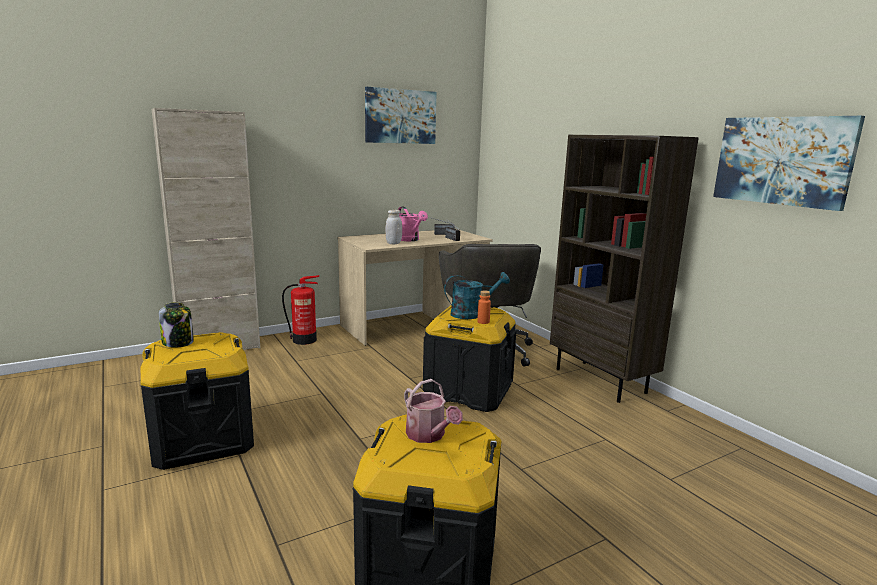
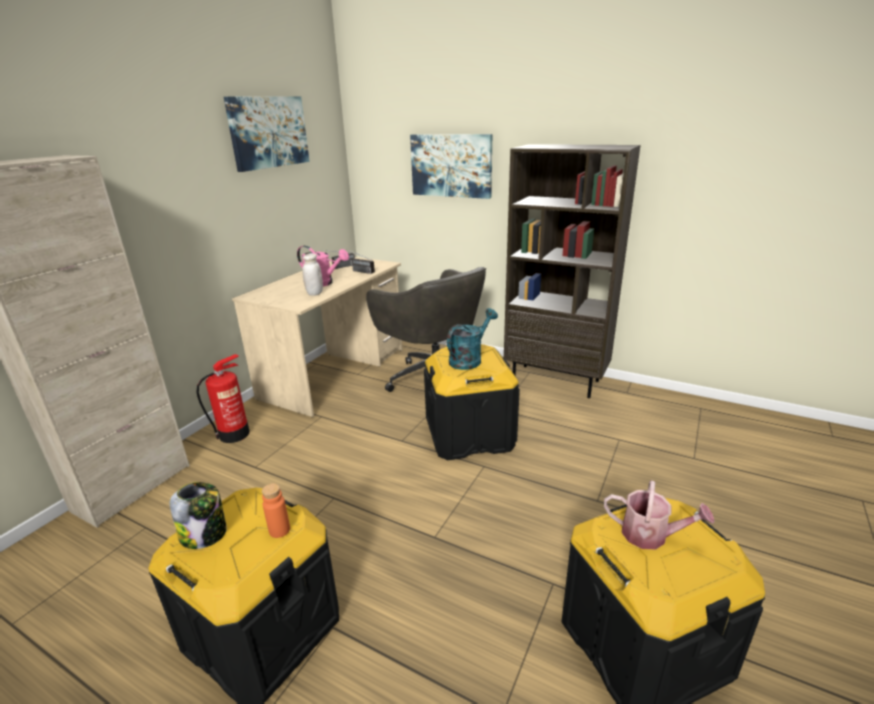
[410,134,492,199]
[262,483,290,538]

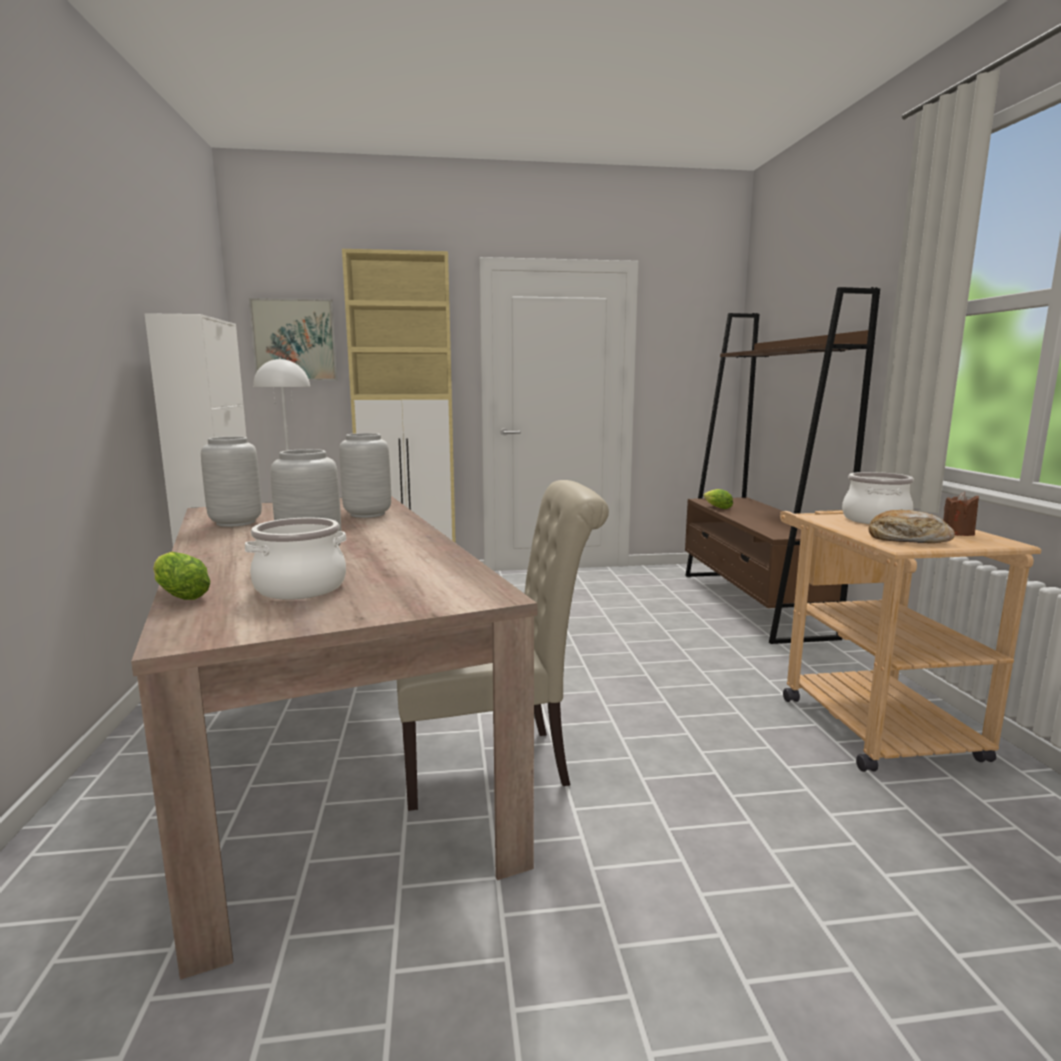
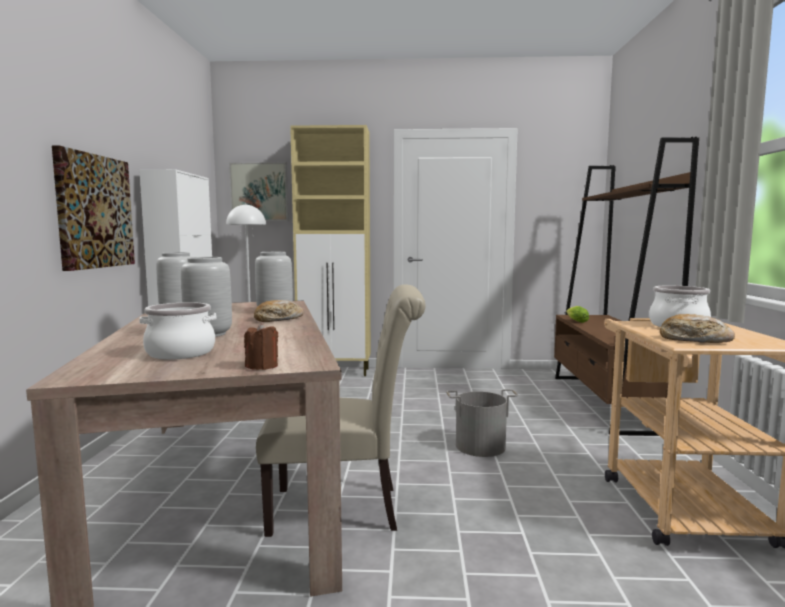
[244,322,278,370]
[153,552,211,600] (first image)
[52,145,135,271]
[254,300,304,322]
[447,389,518,457]

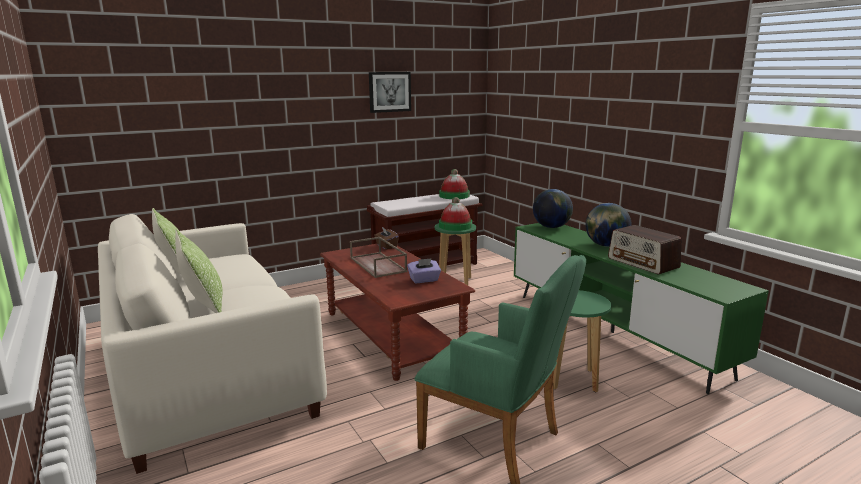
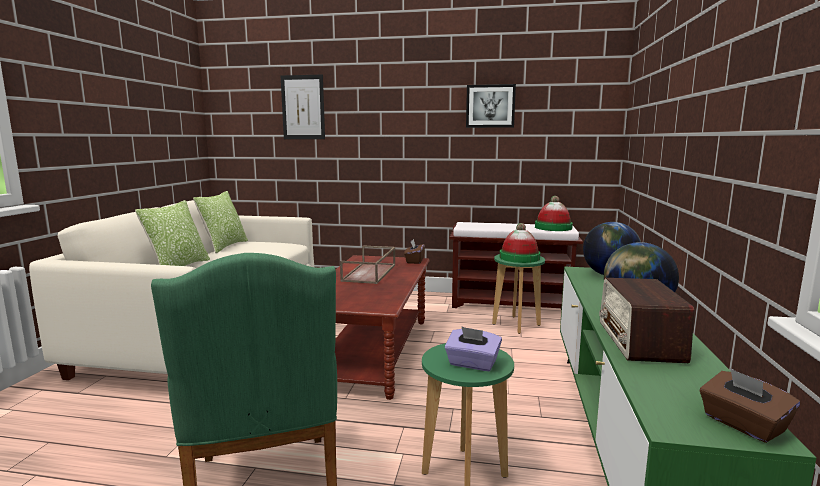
[445,326,502,371]
[281,75,325,139]
[700,368,800,443]

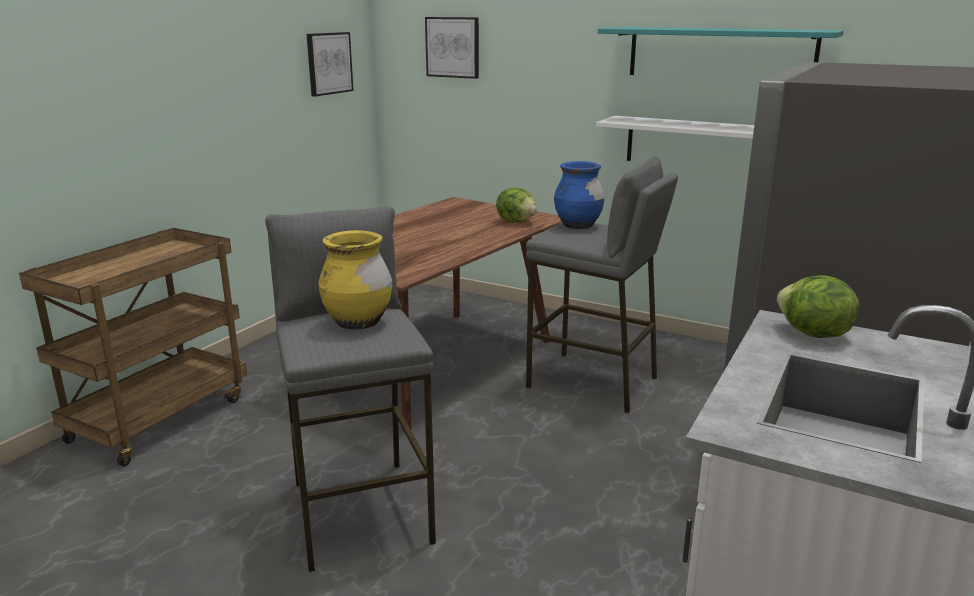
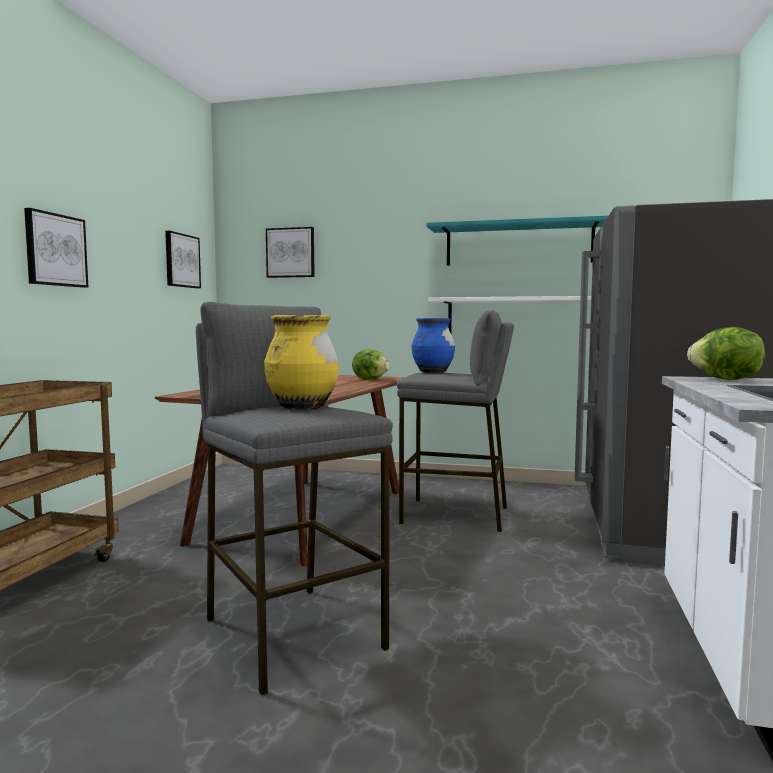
[24,208,88,288]

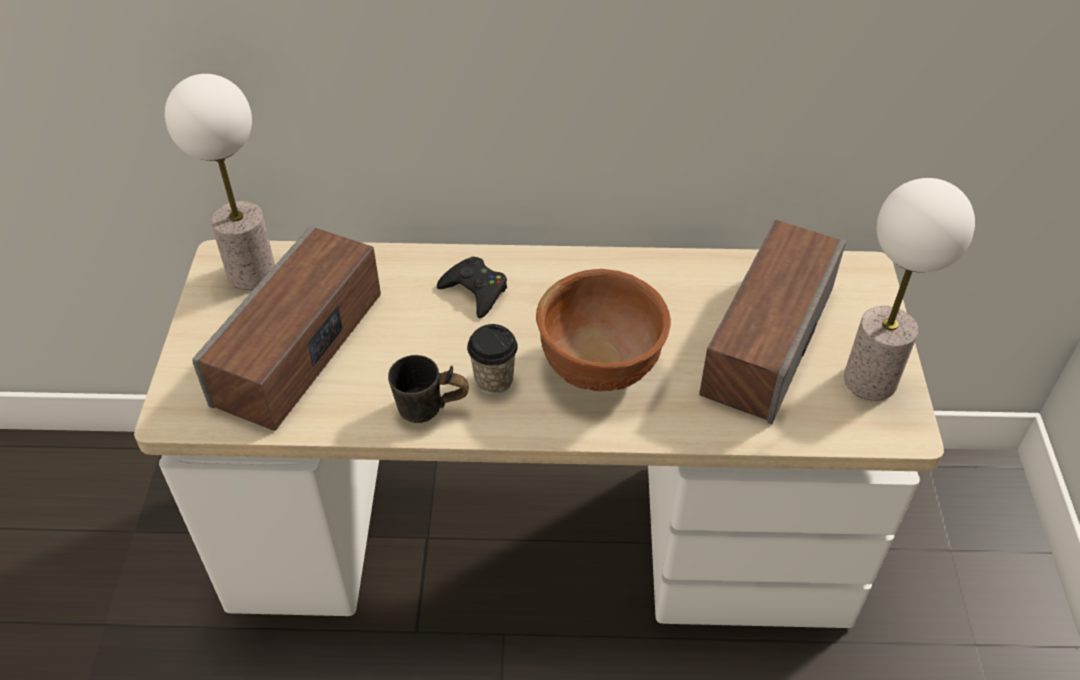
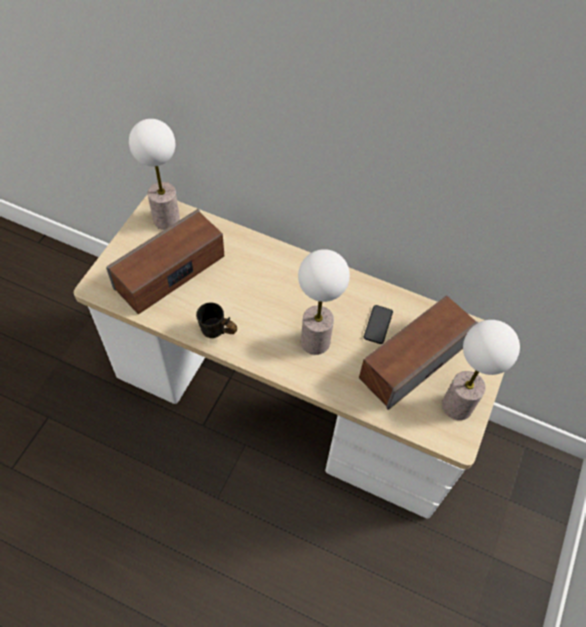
[437,257,507,318] (first image)
[298,249,350,355]
[467,324,518,394] (first image)
[364,305,393,344]

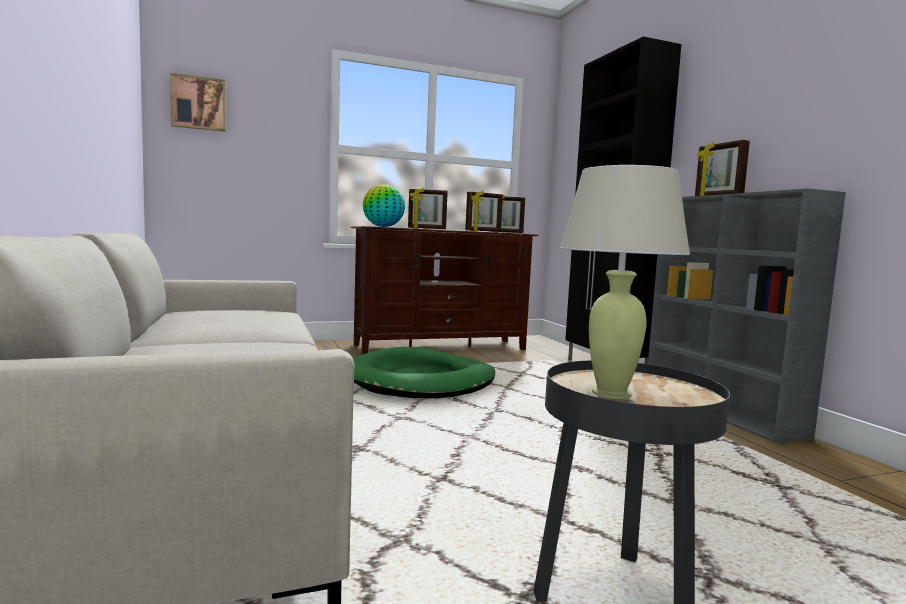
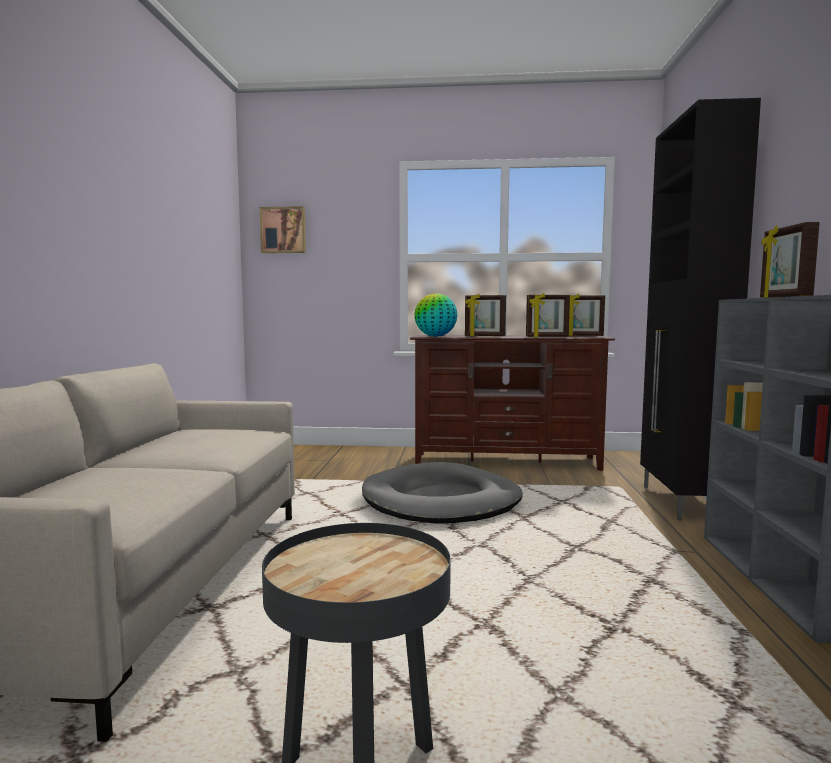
[560,165,690,399] (first image)
[362,462,523,524]

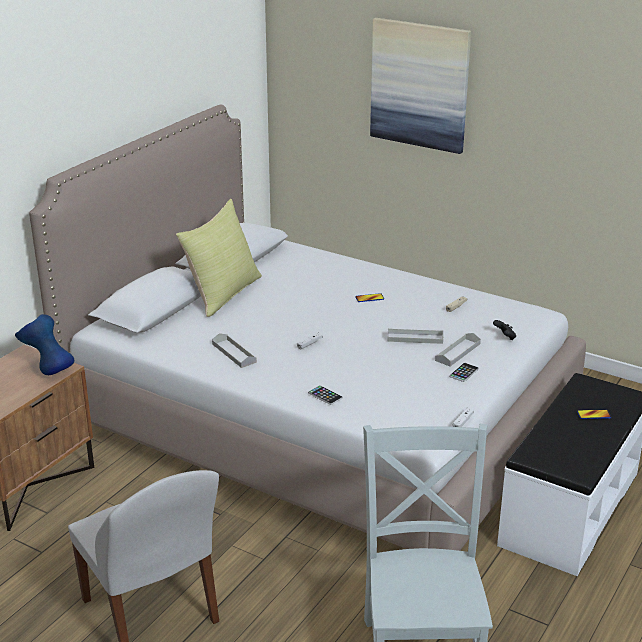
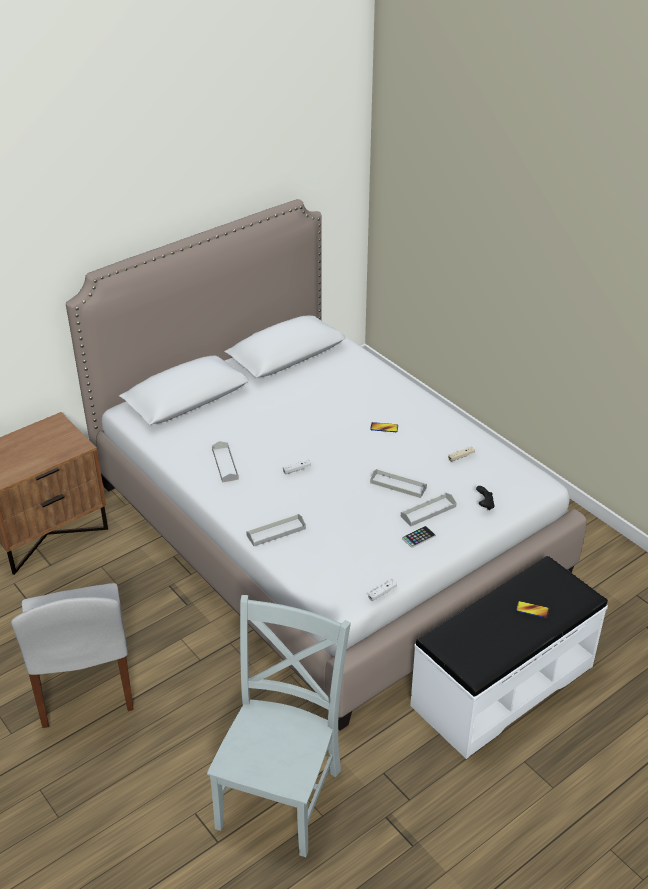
[370,18,471,154] (first image)
[176,199,262,317] (first image)
[15,314,74,375] (first image)
[246,514,306,546]

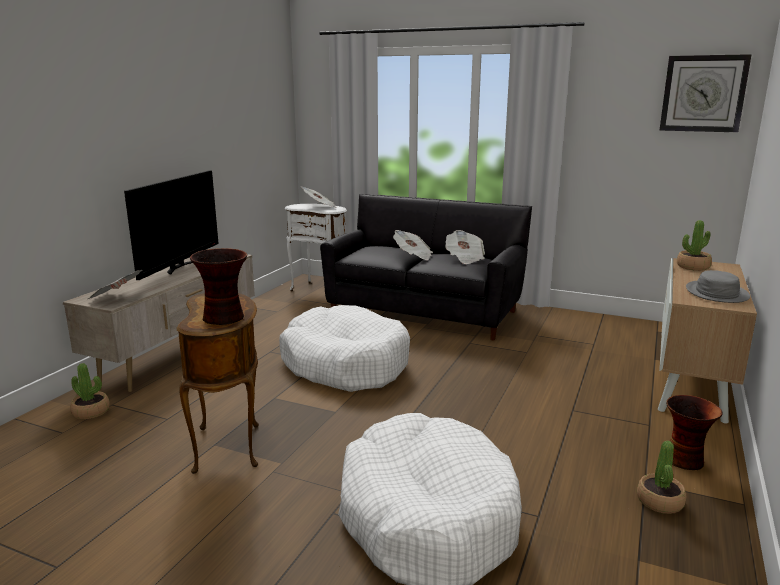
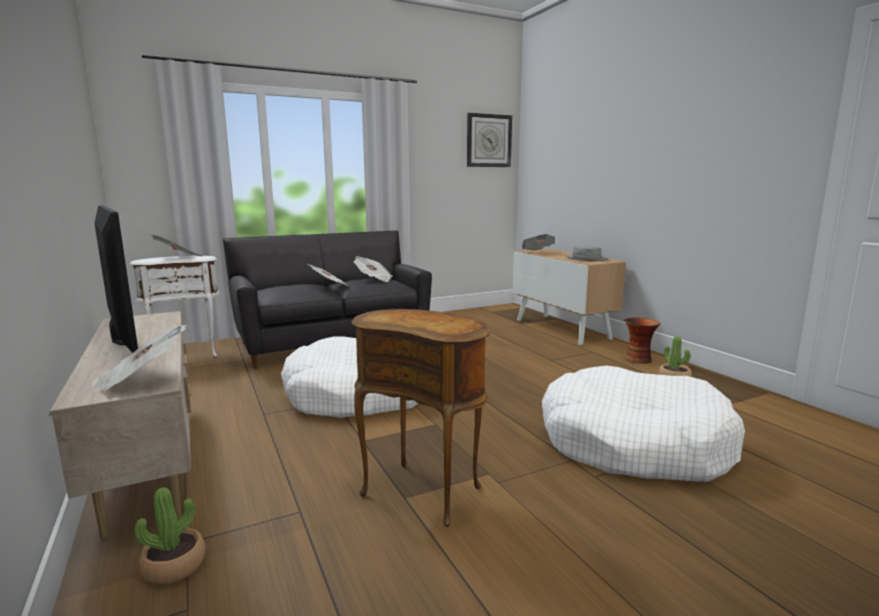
[522,234,555,251]
[190,248,247,325] (first image)

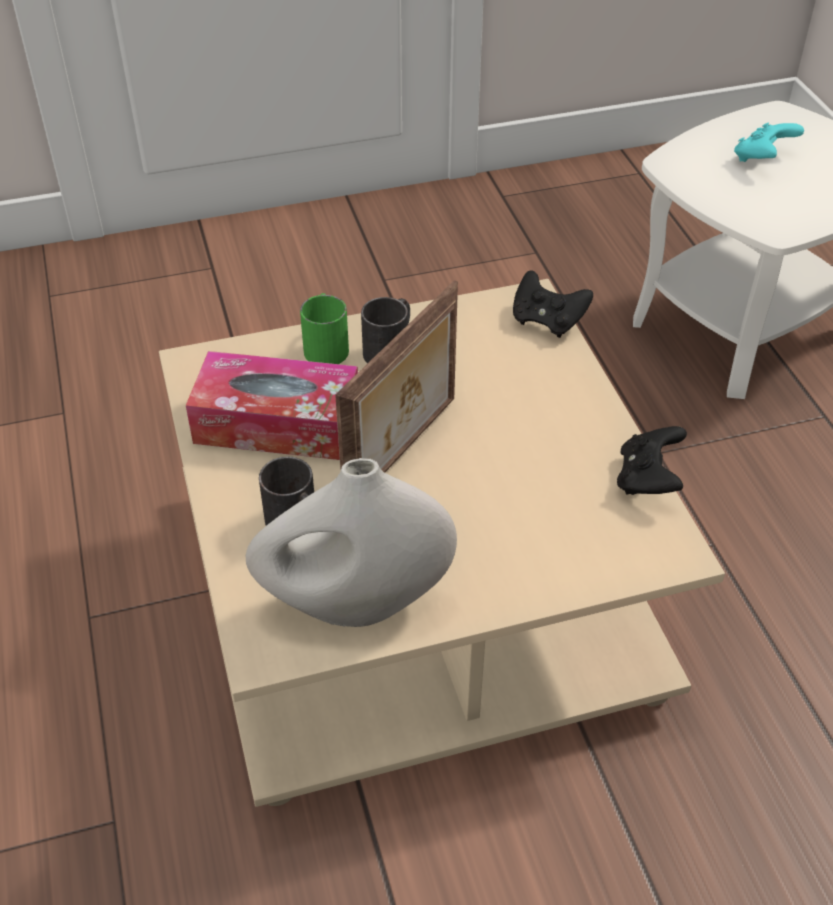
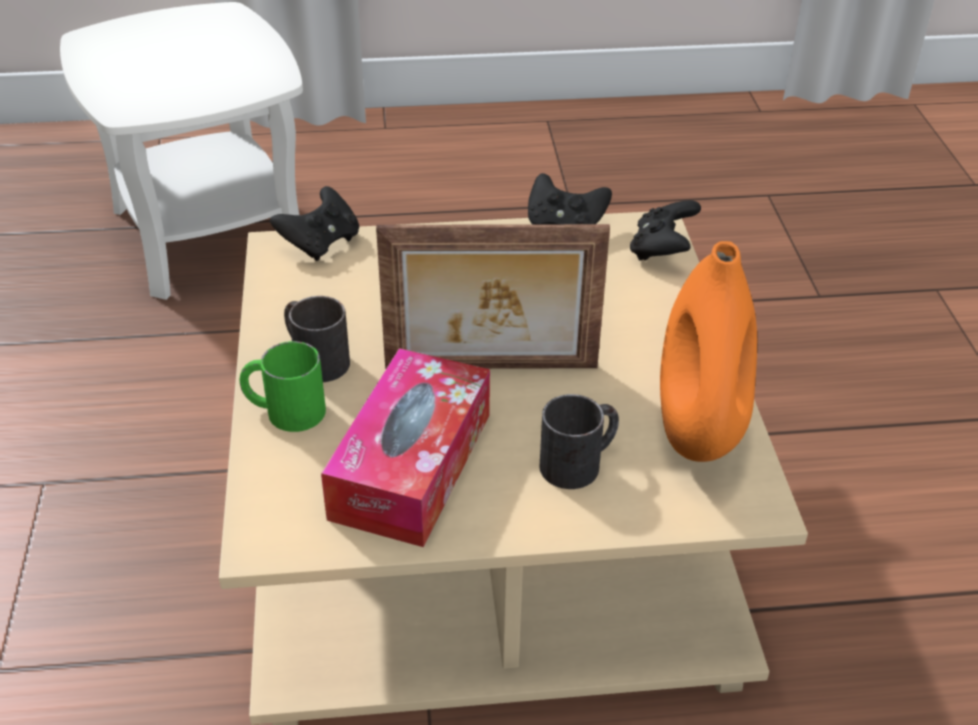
[734,123,804,162] (first image)
[376,224,610,369]
[660,241,757,462]
[630,200,701,261]

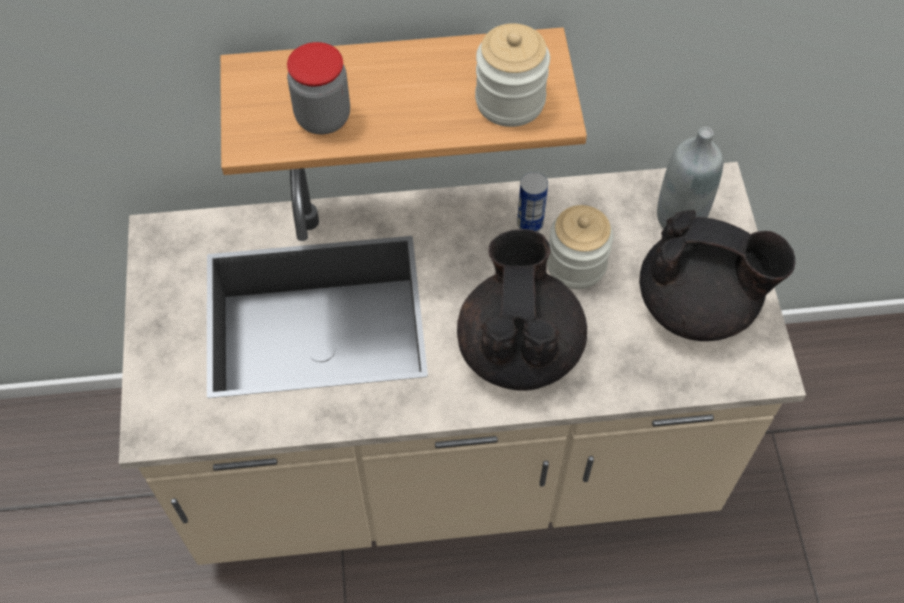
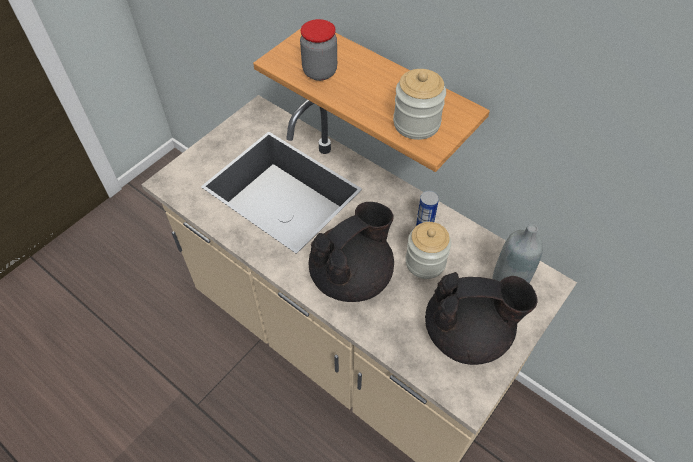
[425,272,538,365]

